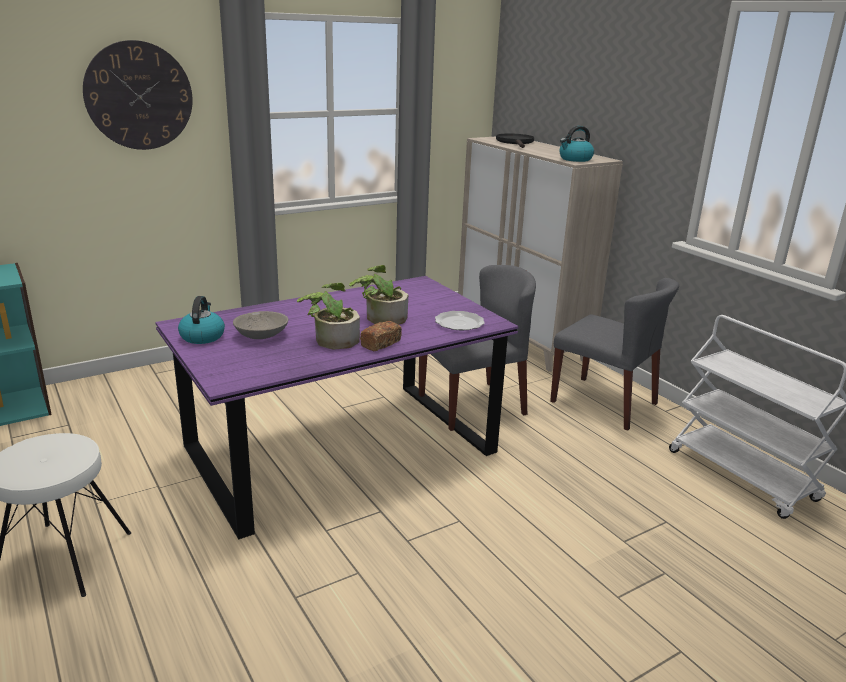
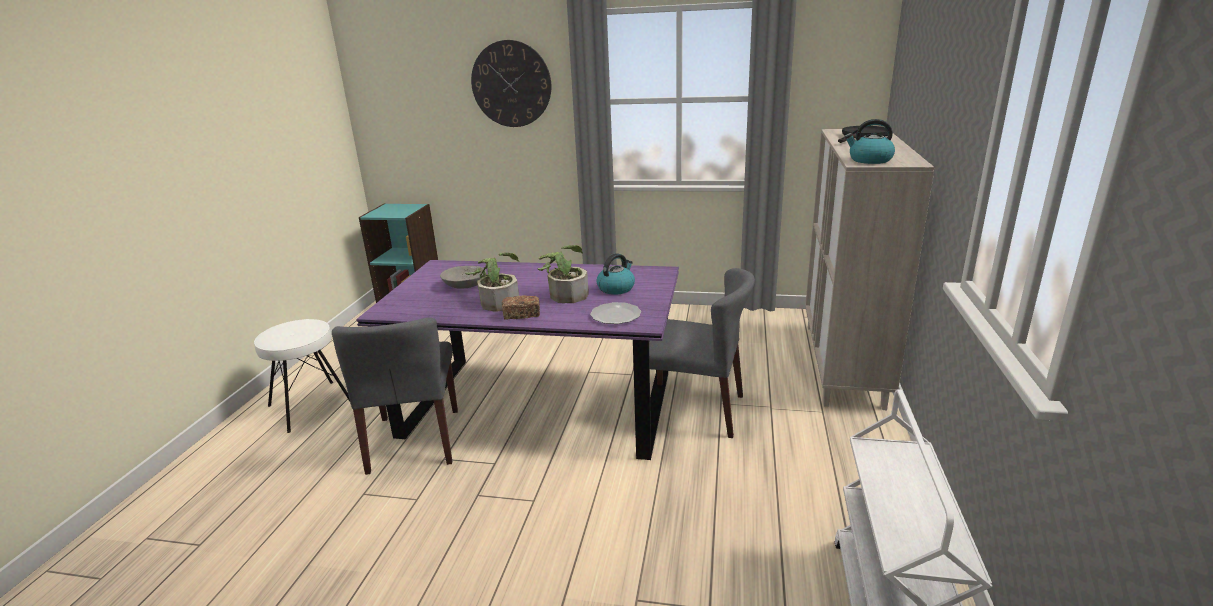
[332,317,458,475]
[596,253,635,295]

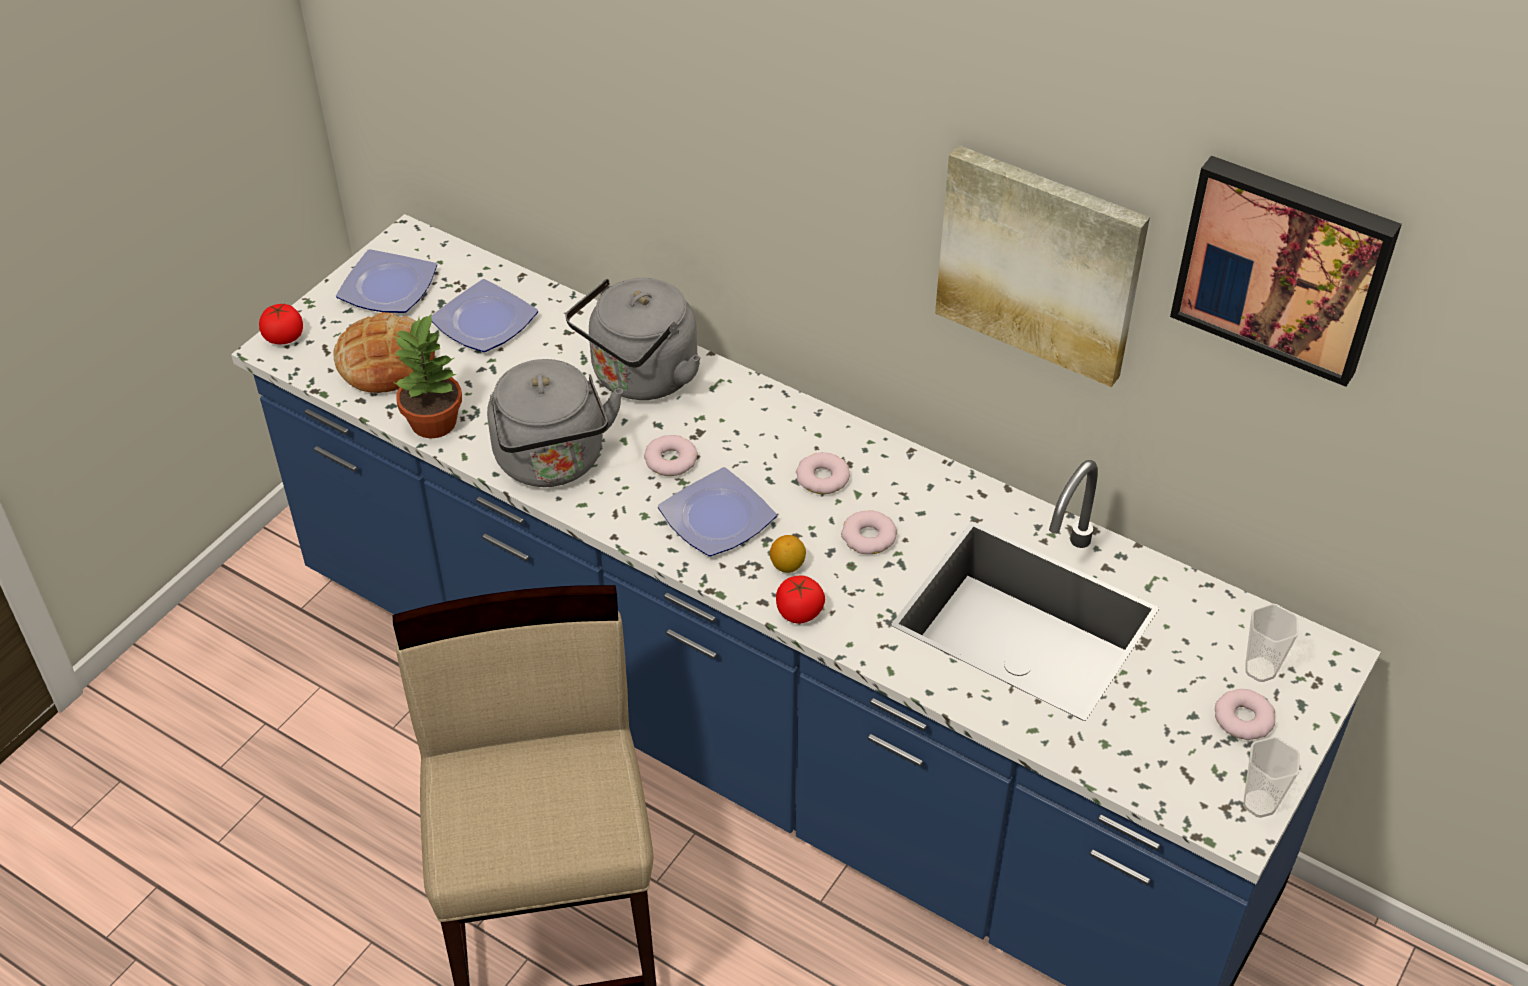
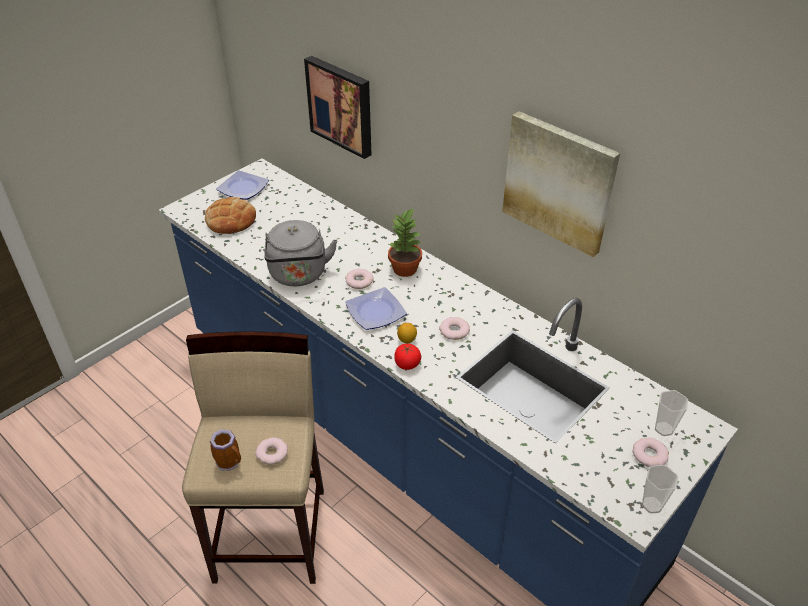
[304,56,371,159]
[565,278,701,400] (first image)
[431,279,538,352] (first image)
[259,303,303,344] (first image)
[388,208,422,277]
[255,438,288,465]
[210,429,241,471]

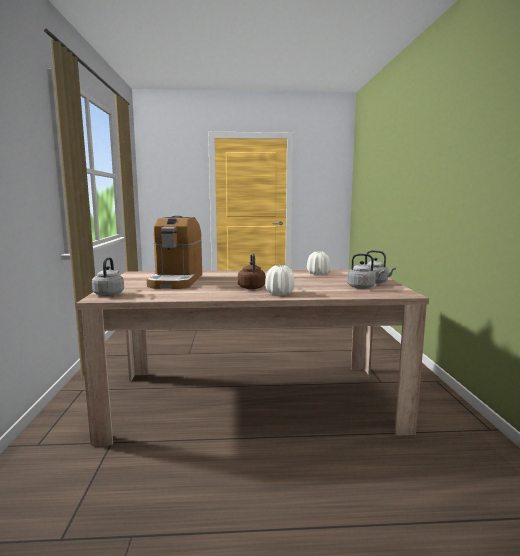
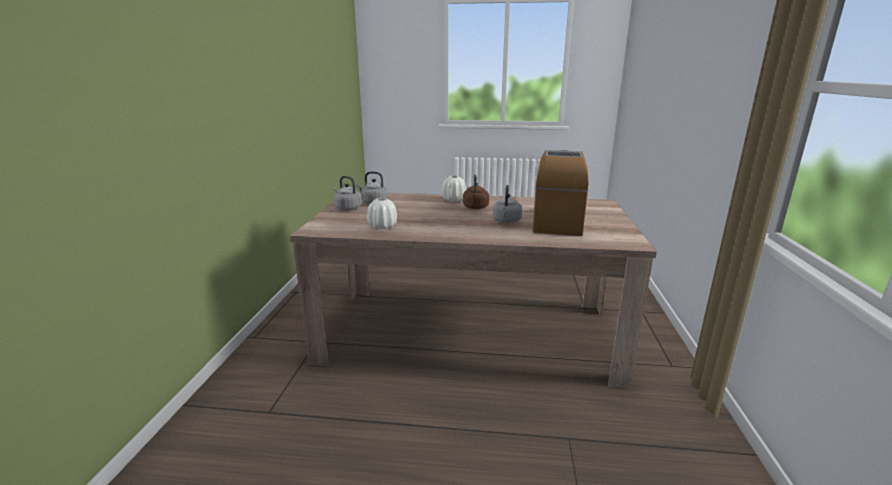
[493,185,522,223]

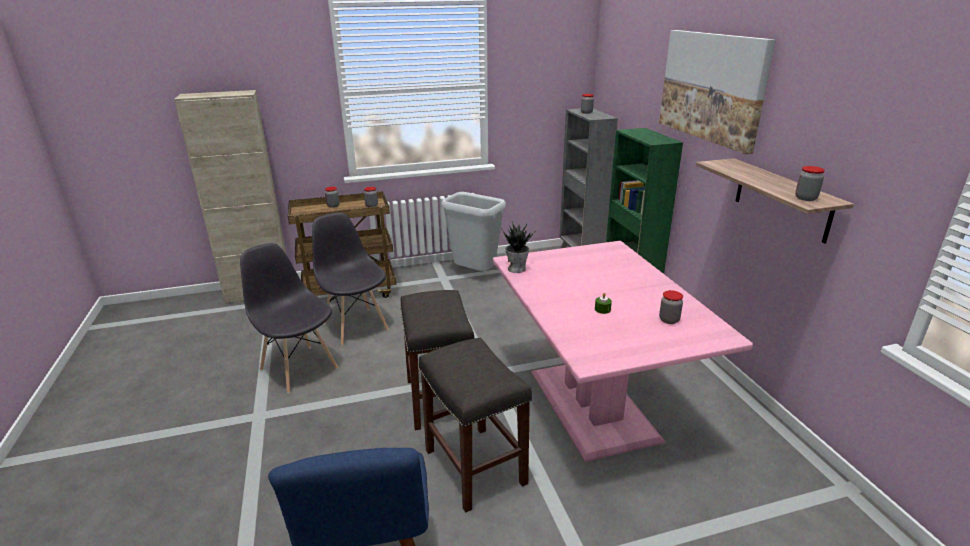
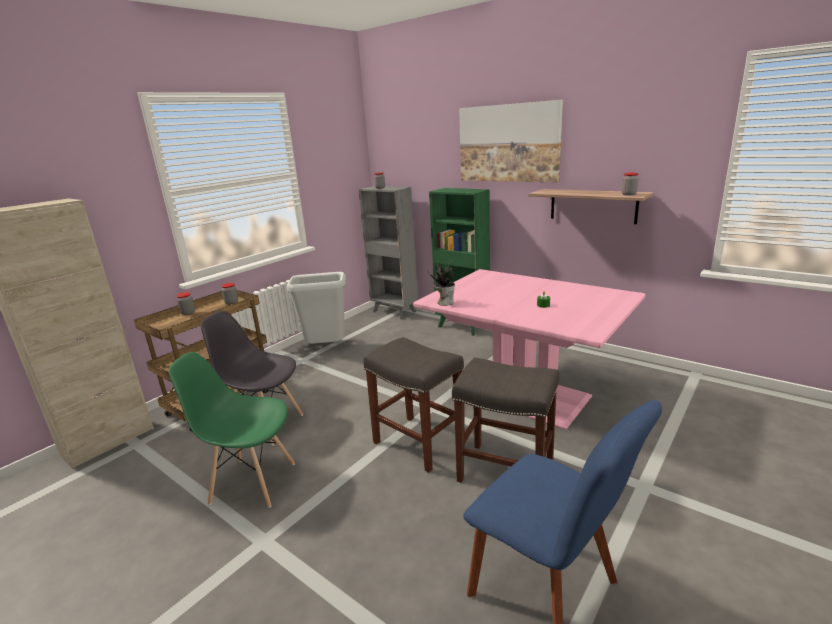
[169,352,295,508]
[659,290,683,324] (first image)

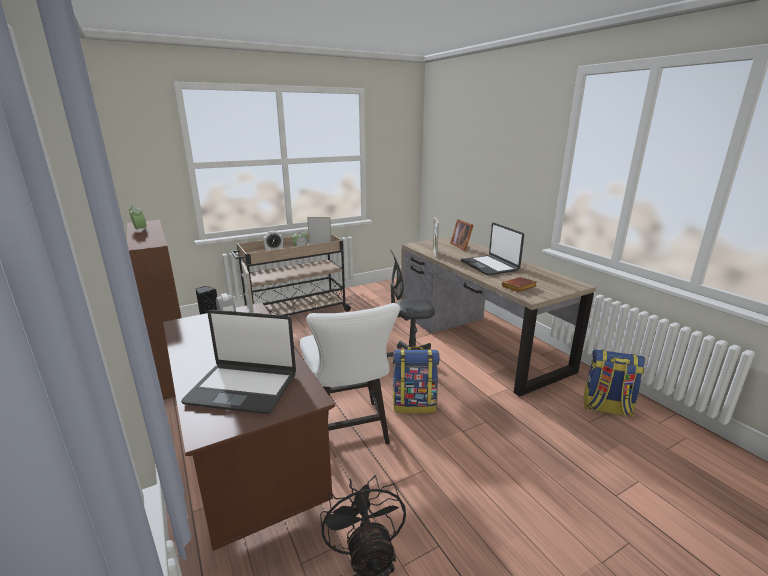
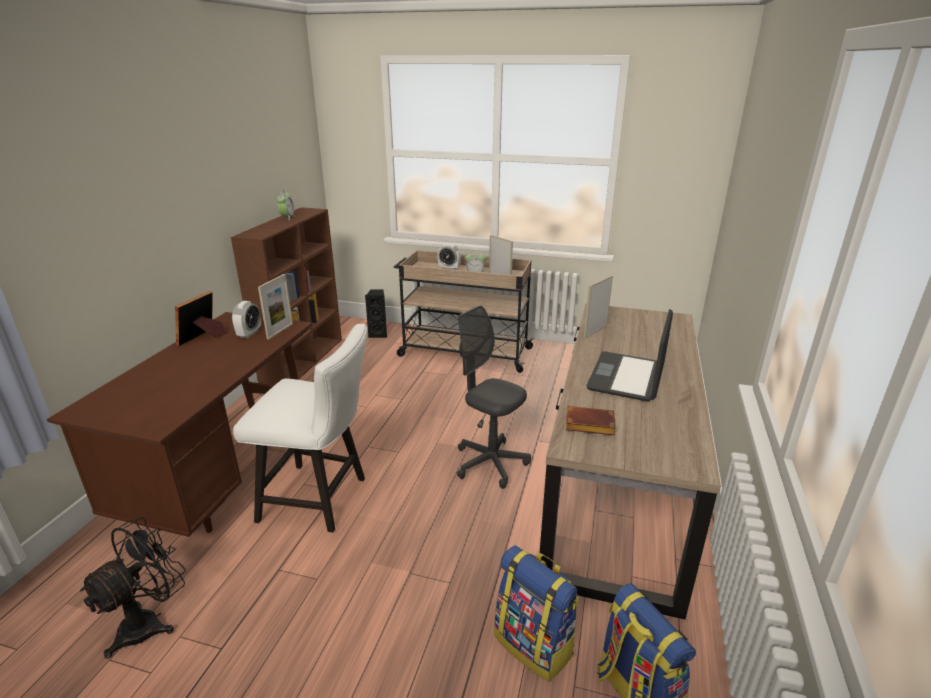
[175,291,226,346]
[233,324,367,532]
[181,310,296,414] (first image)
[494,545,579,682]

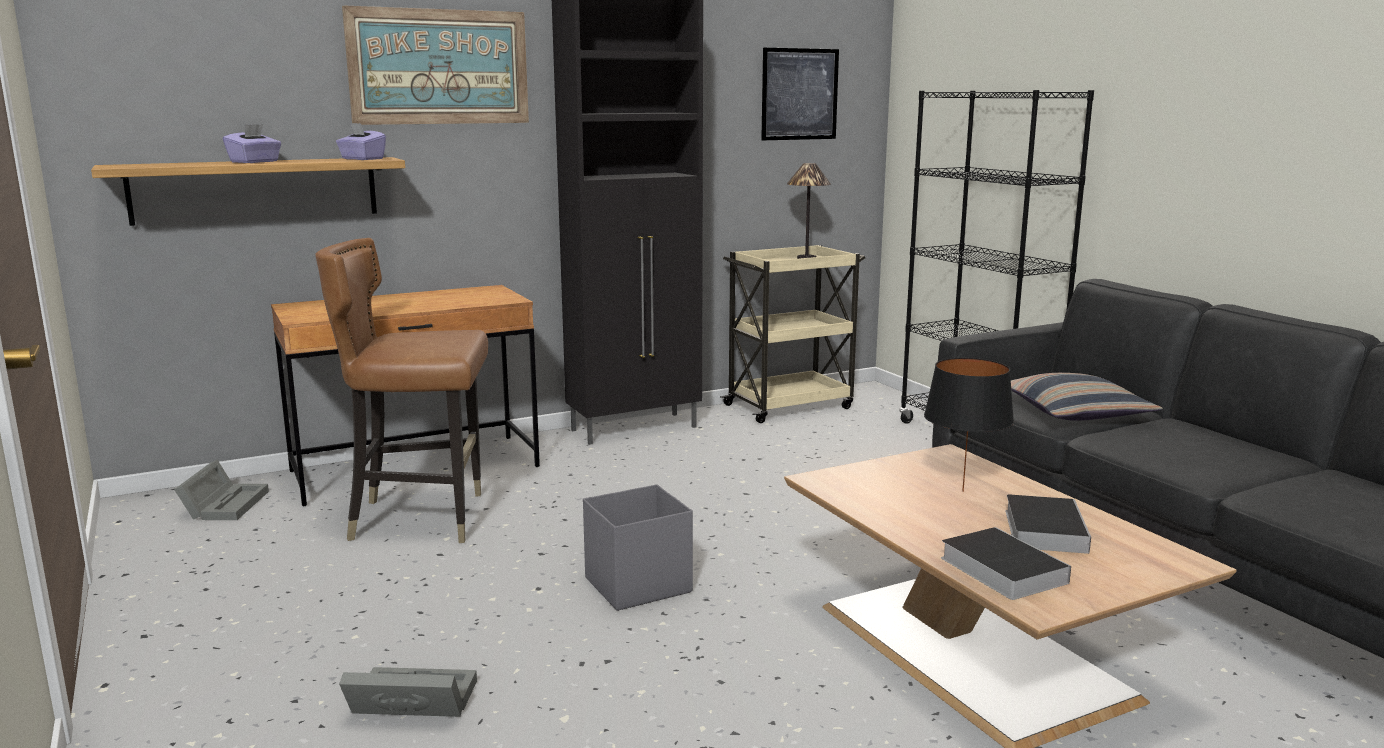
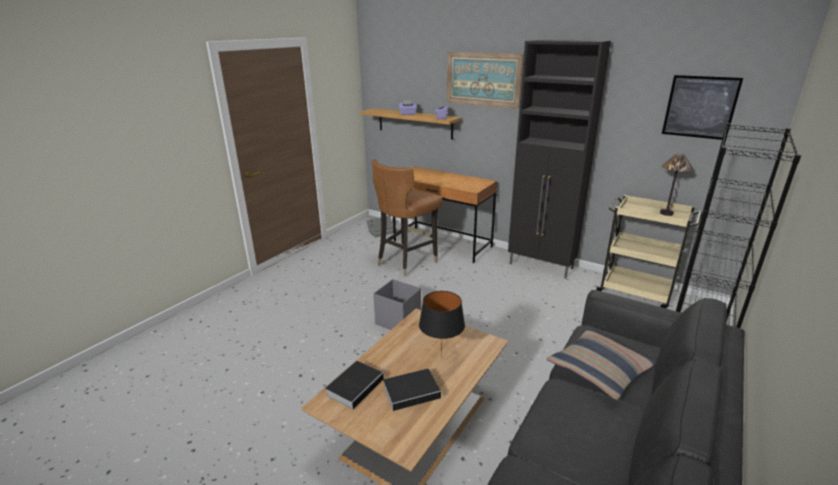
[372,159,443,277]
[339,667,477,717] (first image)

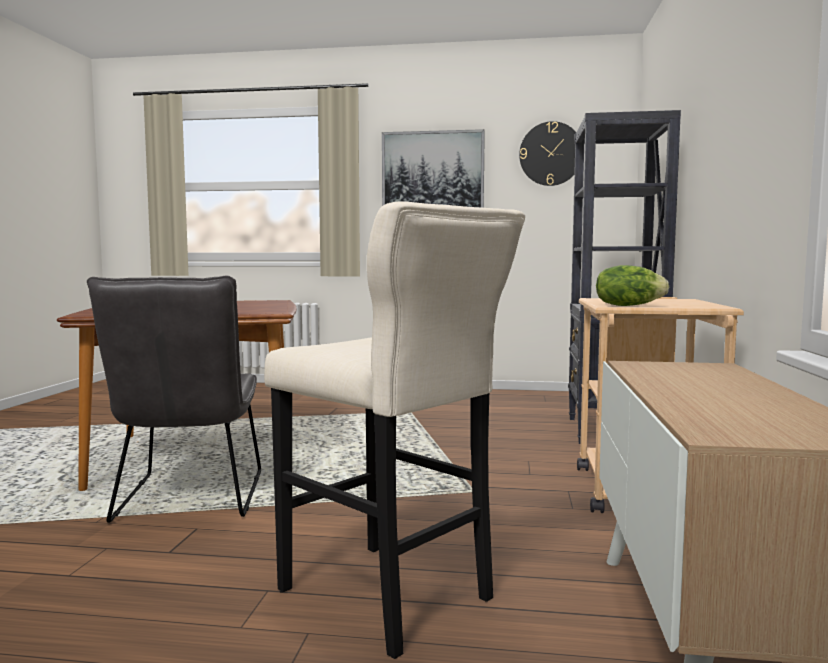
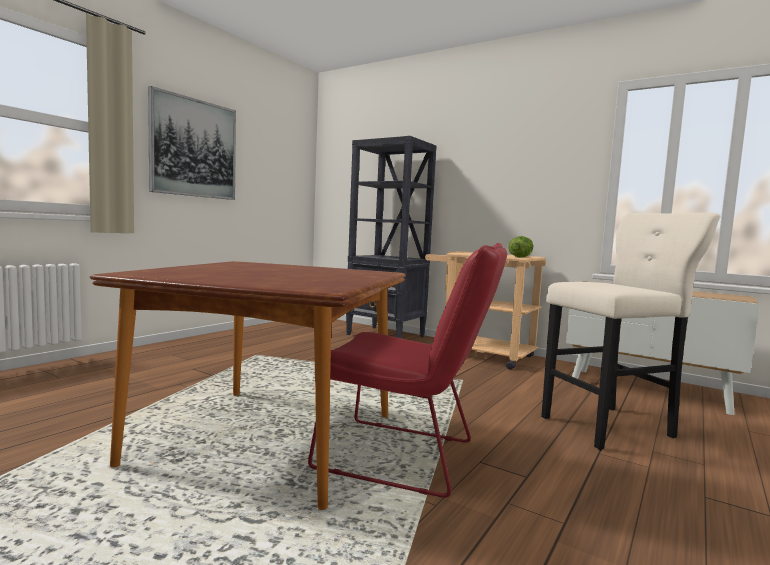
[519,121,576,186] (first image)
[308,243,507,498]

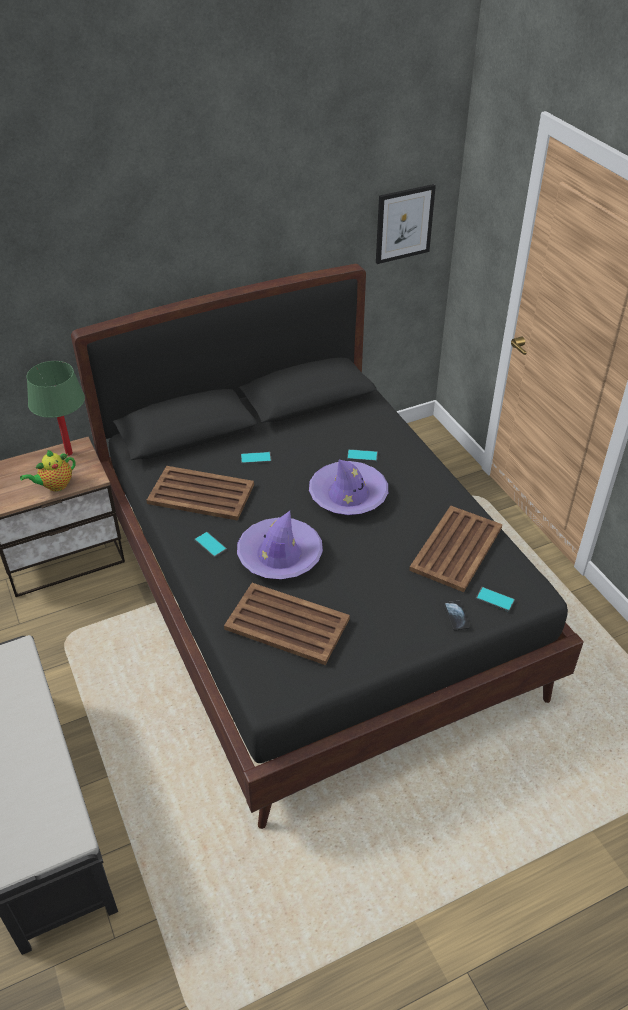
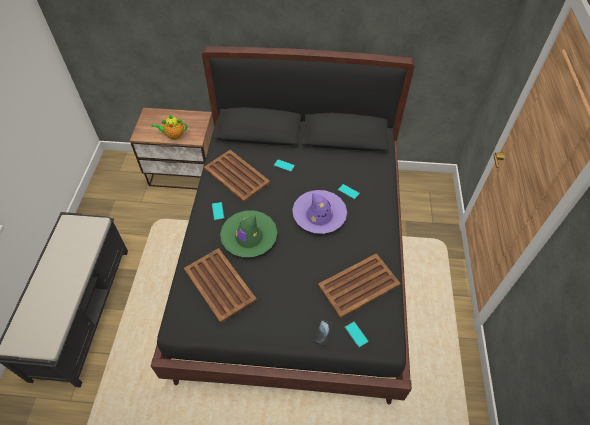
[376,184,436,264] (first image)
[26,361,85,456] (first image)
[220,210,277,257]

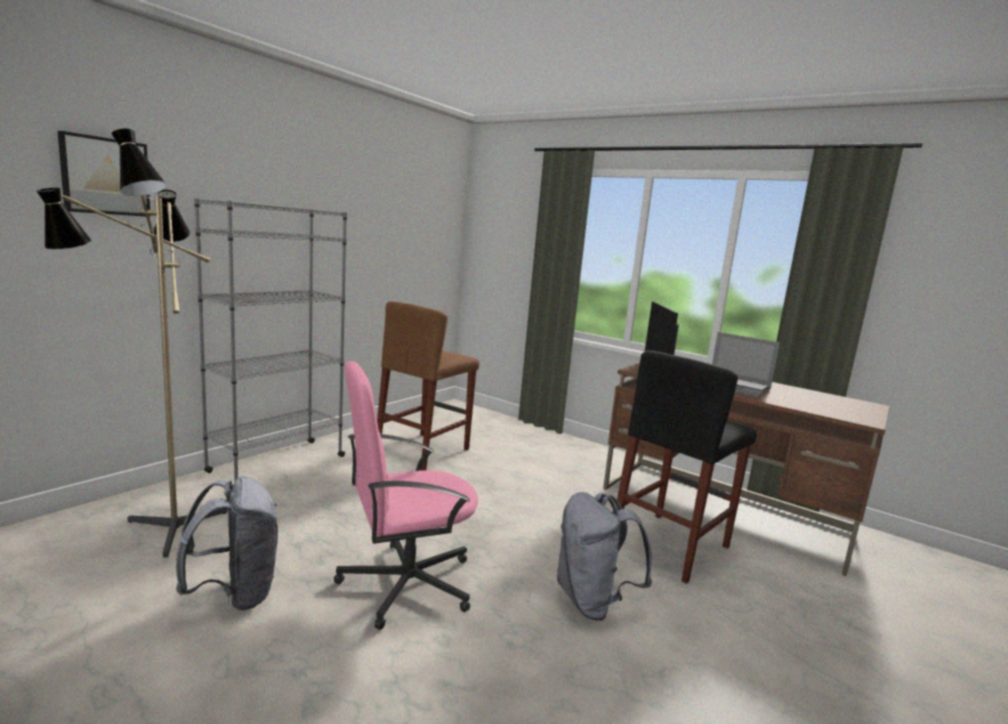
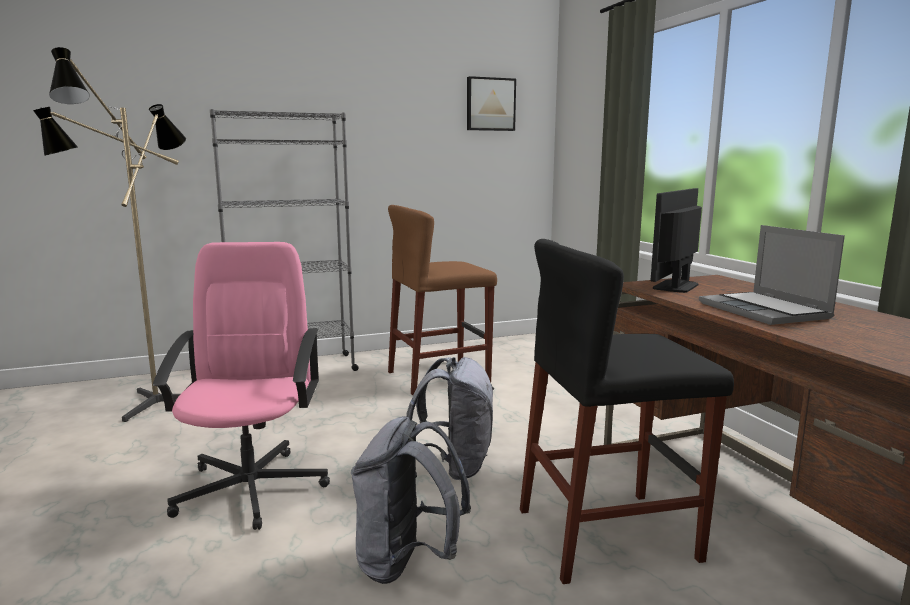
[467,76,516,131]
[152,242,330,530]
[406,357,494,480]

